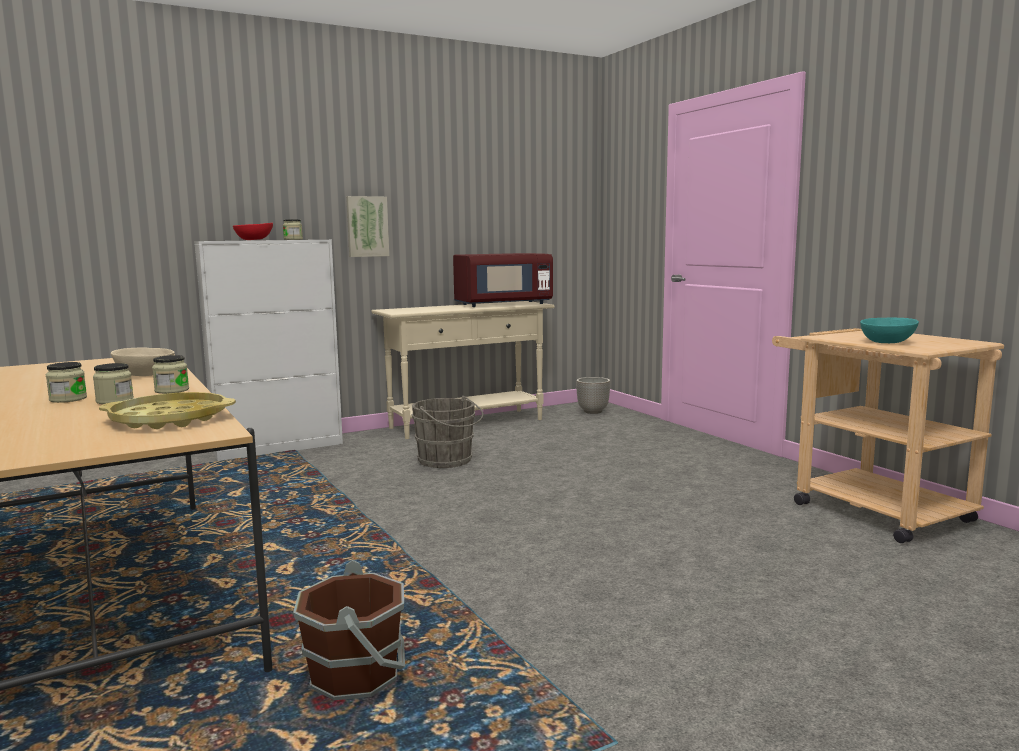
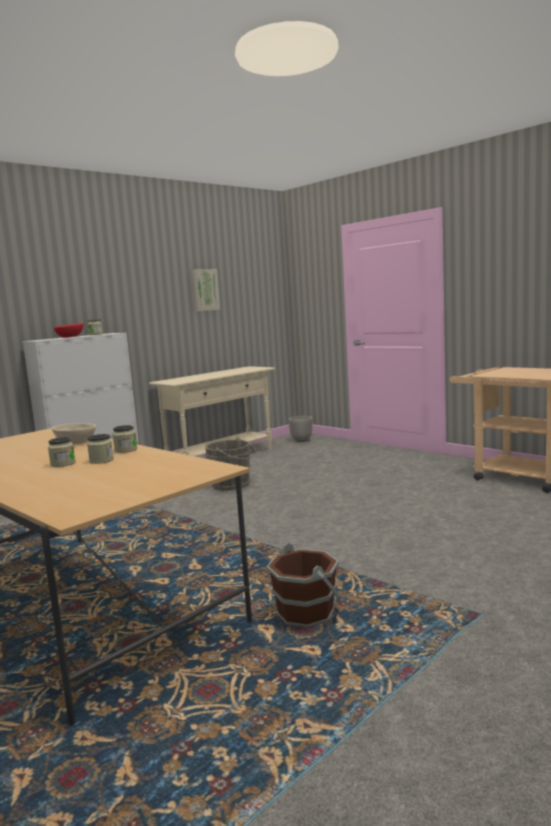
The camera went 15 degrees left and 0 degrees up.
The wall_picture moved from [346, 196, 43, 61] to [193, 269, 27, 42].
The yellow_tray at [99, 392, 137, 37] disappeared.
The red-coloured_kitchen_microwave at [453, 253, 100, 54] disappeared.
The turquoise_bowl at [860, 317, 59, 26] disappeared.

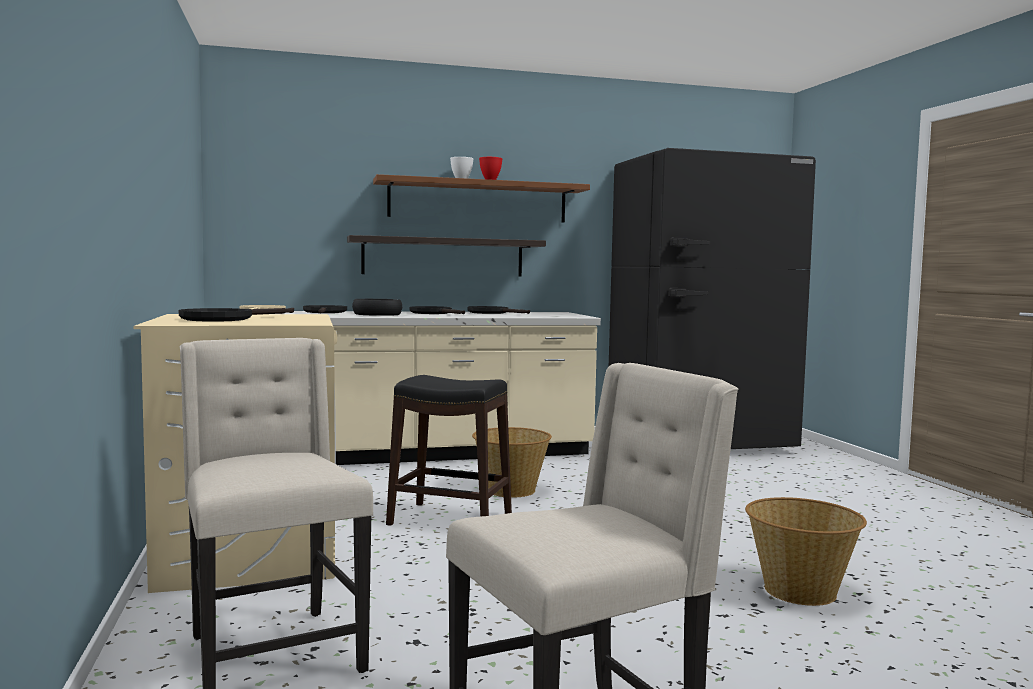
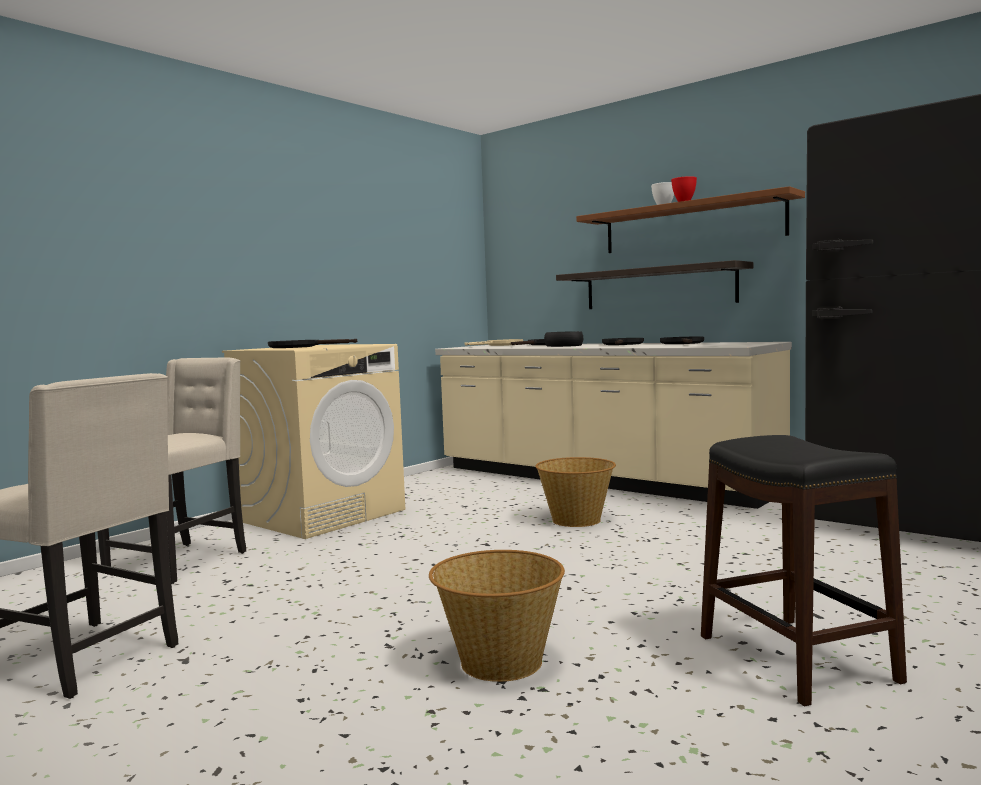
The camera went 55 degrees right and 0 degrees up.
The black_sitting_stool moved from [386, 375, 126, 151] to [701, 435, 206, 271].

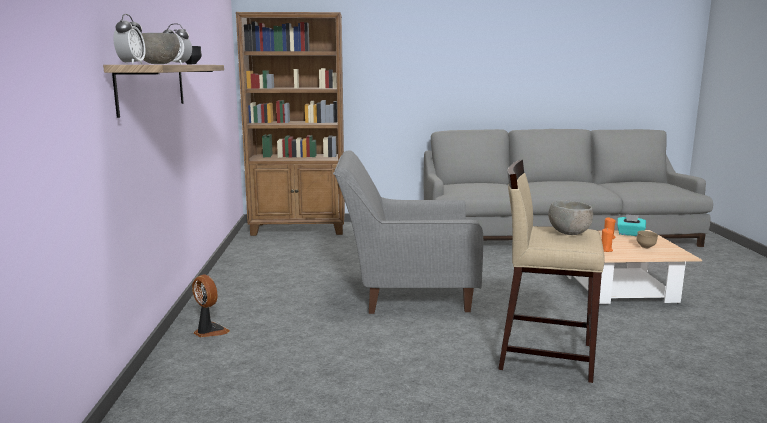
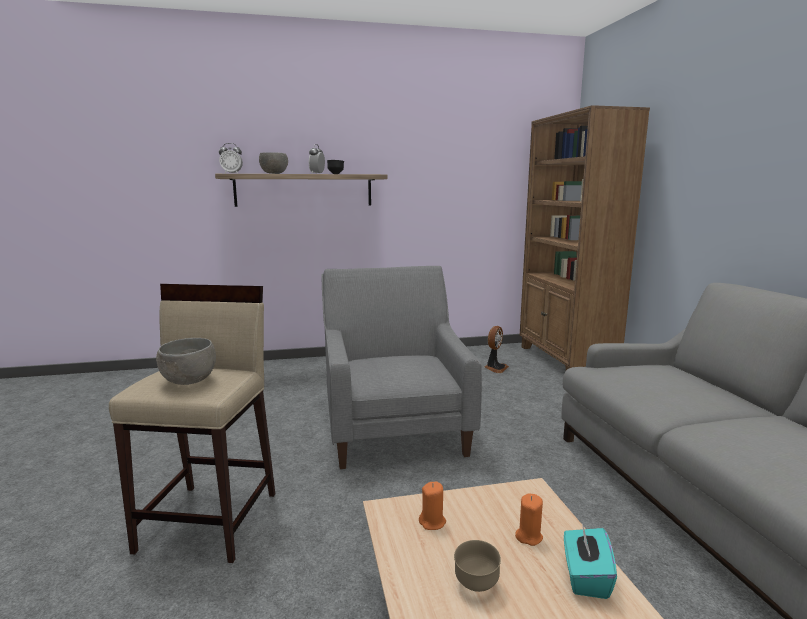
The camera went 80 degrees right and 0 degrees up.
The fan moved from [192, 274, 38, 63] to [485, 326, 24, 47].

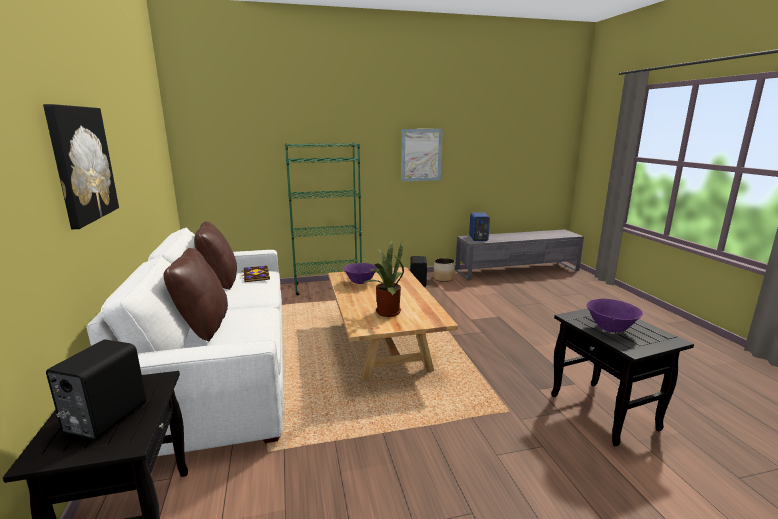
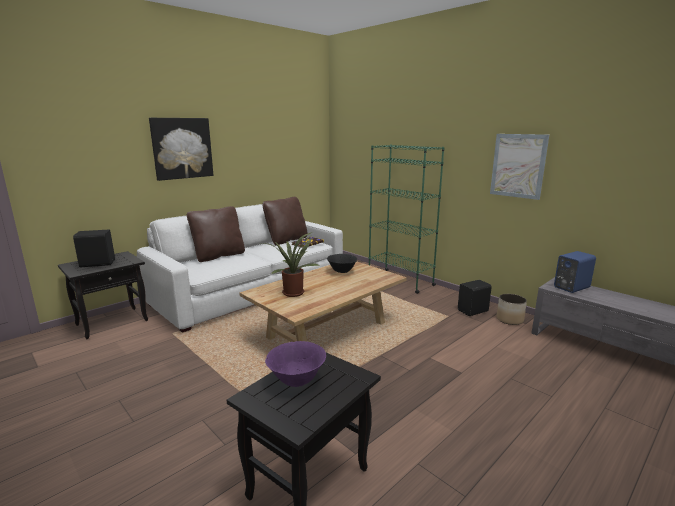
The camera went 60 degrees right and 0 degrees up.
The purplish_bowl at [343, 263, 35, 21] became the black_bowl at [327, 254, 30, 19].

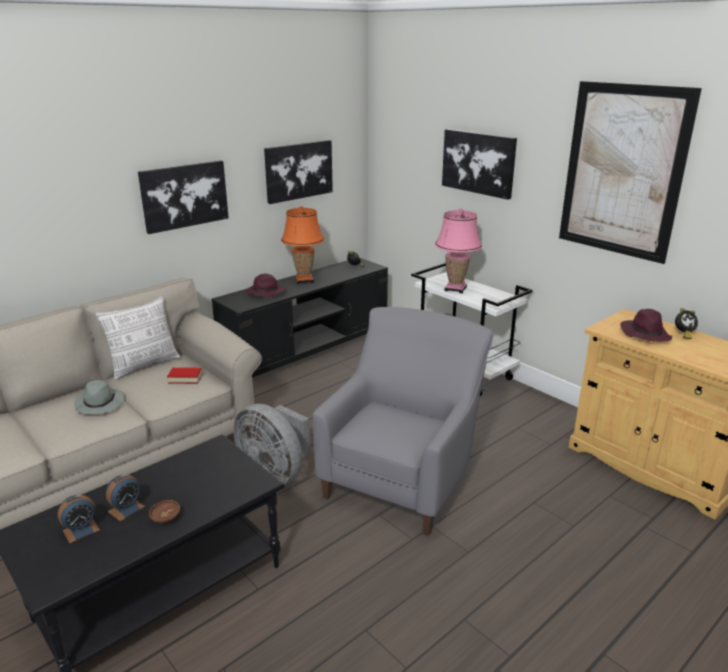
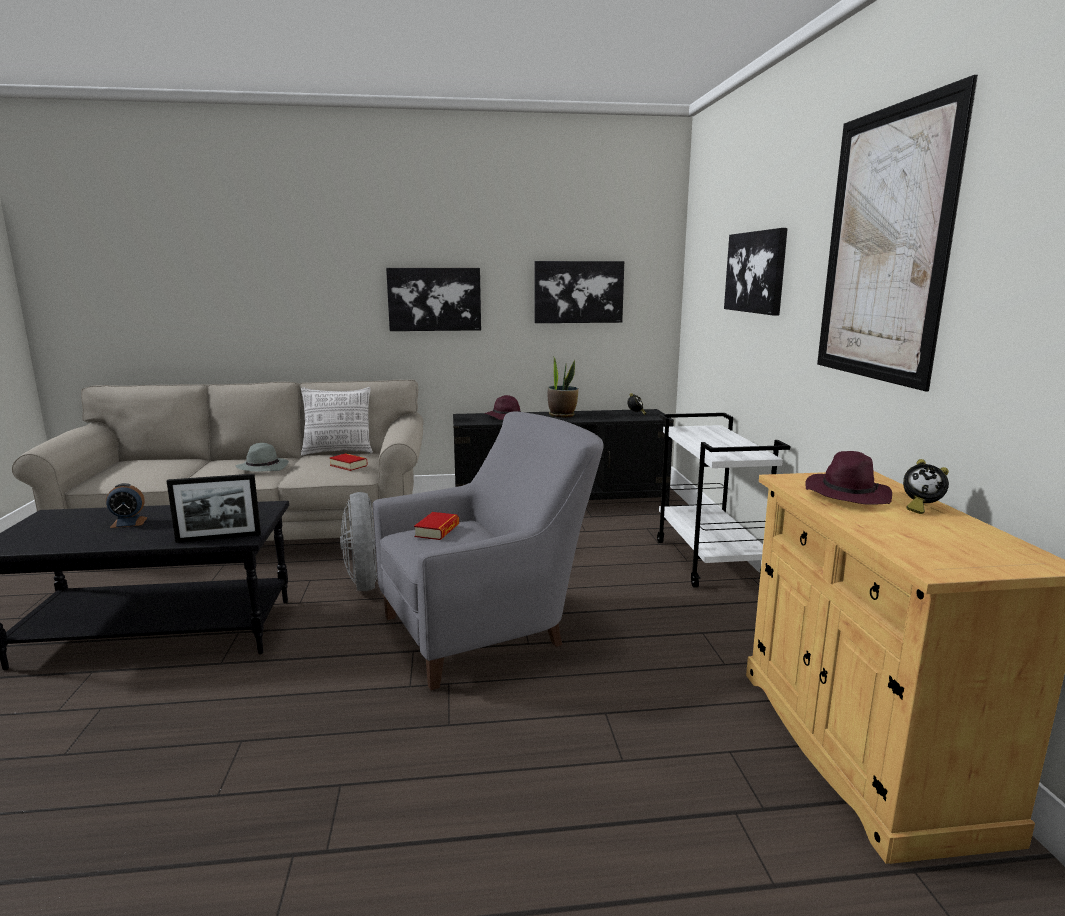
The camera went 35 degrees right and 10 degrees down.
The standing_frame at [167, 474, 94, 69] appeared.
The book at [414, 512, 45, 28] appeared.
The orange-coloured_table_lamp at [281, 206, 43, 78] was replaced by the plant_in_a_pot at [548, 356, 31, 62].
The bedside_clock at [58, 494, 42, 49] disappeared.
The brown_bowl at [149, 500, 31, 23] disappeared.
The pinkish_table_lamp at [435, 208, 47, 85] disappeared.

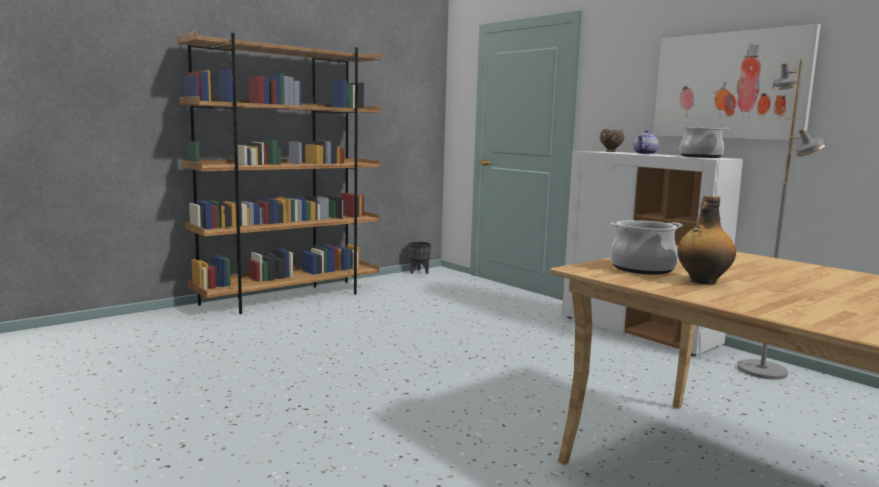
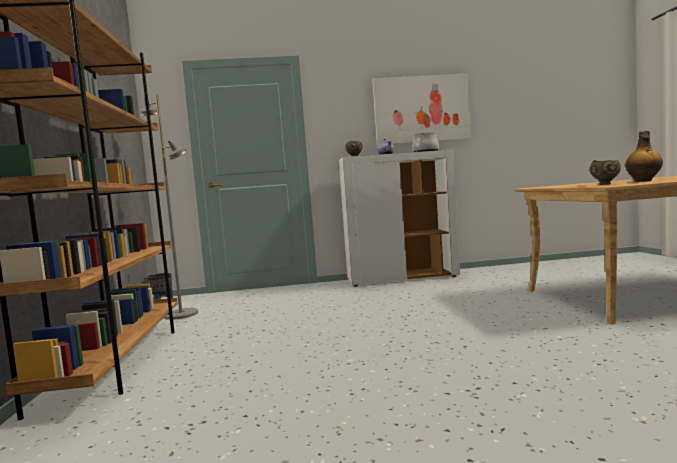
The camera went 55 degrees left and 5 degrees down.
The grey_standard_lamp moved from [737, 59, 89, 321] to [140, 94, 58, 226].
The cooking_pot at [610, 220, 73, 55] was replaced by the brown_bowl at [590, 160, 31, 25].

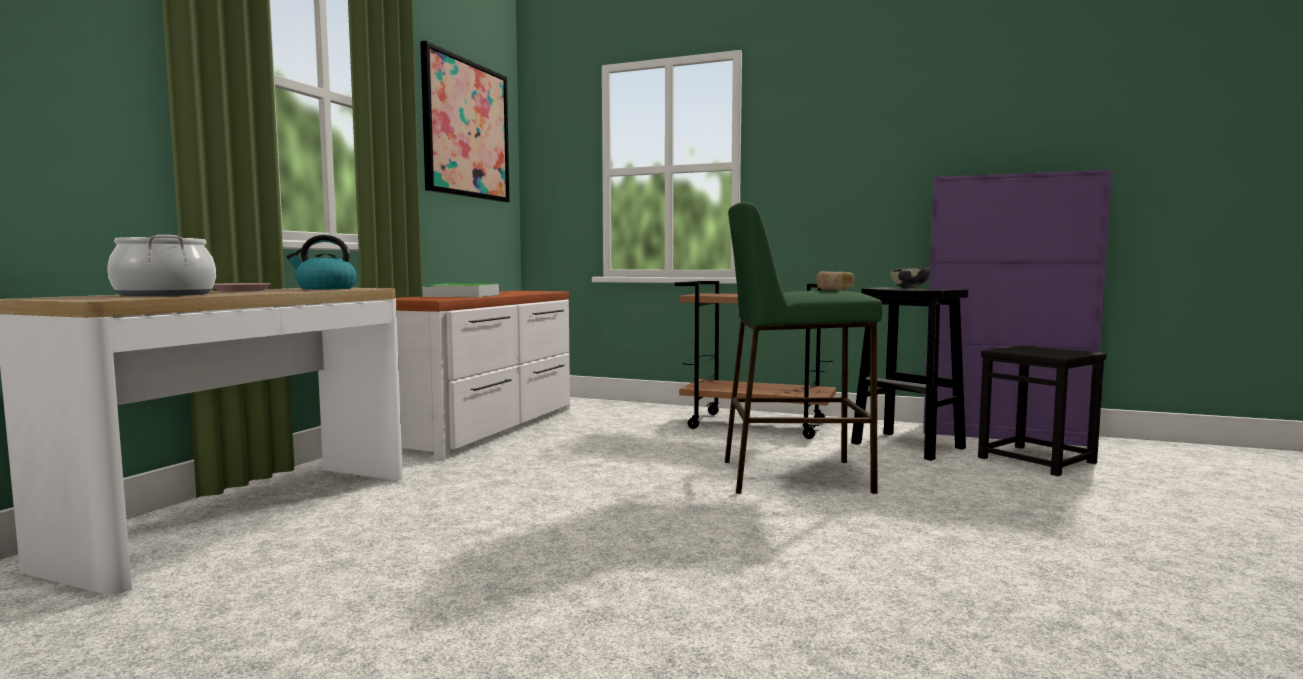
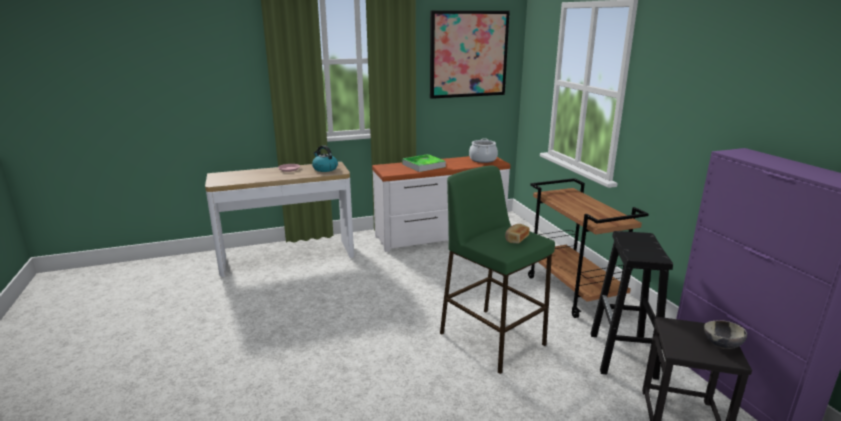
The camera went 50 degrees right and 15 degrees up.
The cooking_pot moved from [108, 235, 108, 61] to [469, 138, 29, 25].
The bowl moved from [890, 267, 40, 22] to [704, 320, 43, 29].

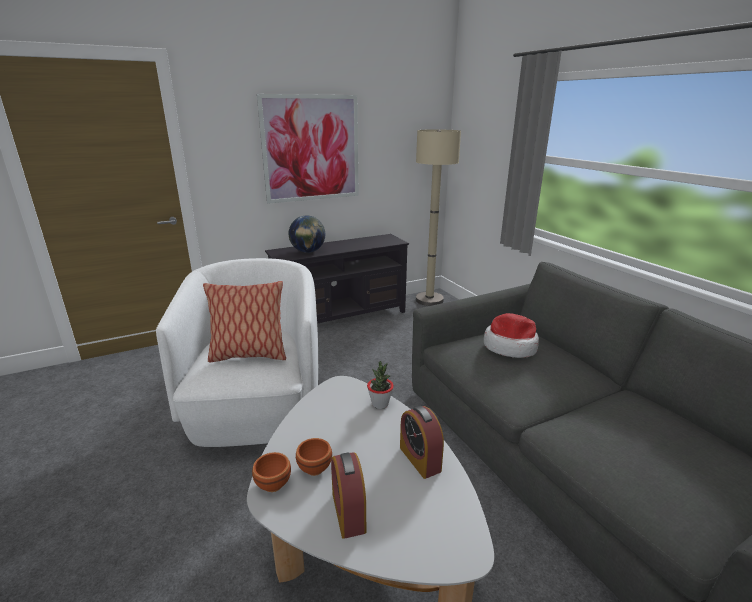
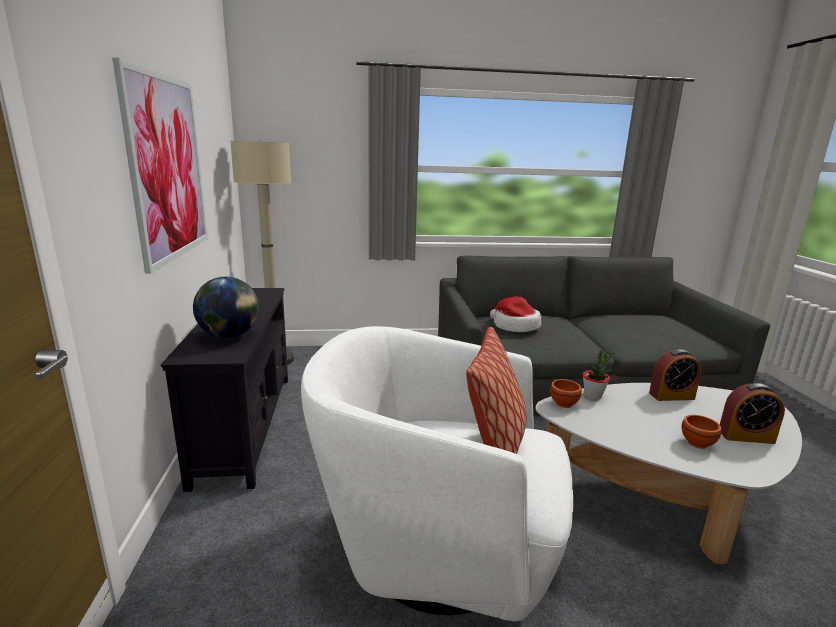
The camera went 70 degrees left and 5 degrees down.
The brown_bowl moved from [252, 452, 39, 40] to [550, 379, 32, 29].

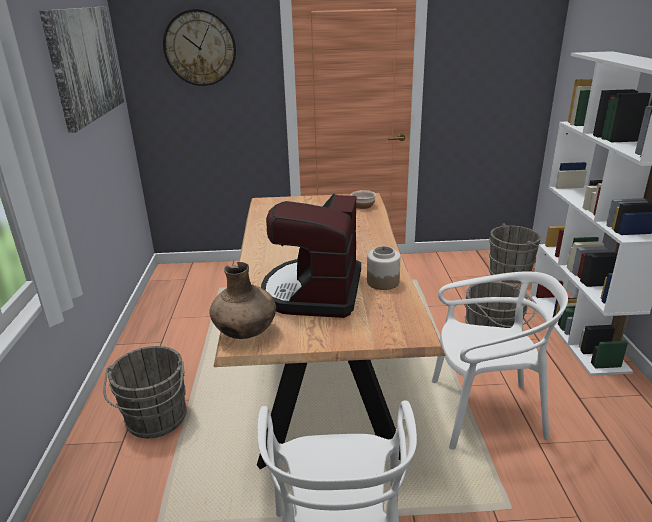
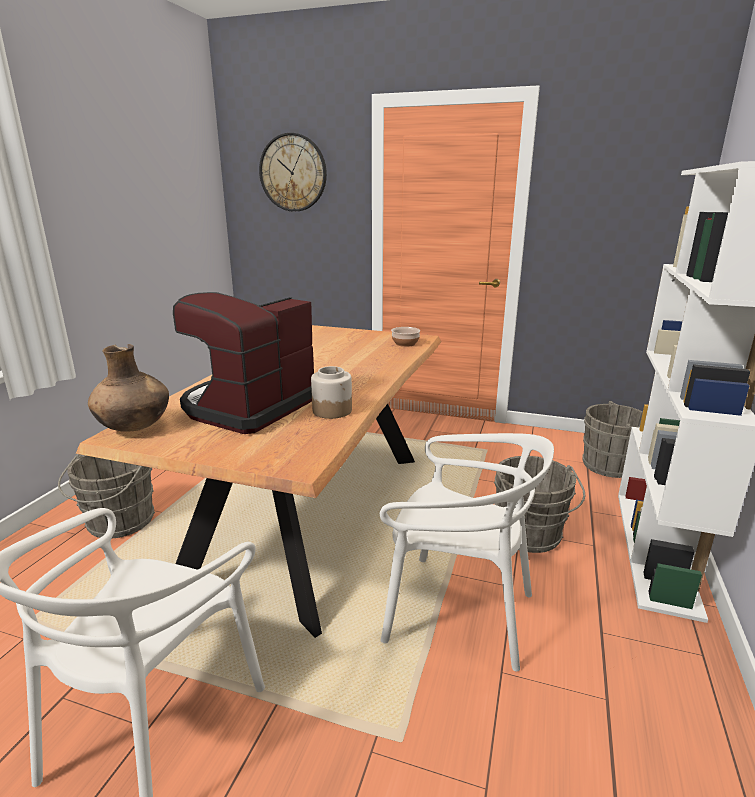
The camera went 20 degrees right and 5 degrees down.
The wall_picture at [39, 6, 85, 127] disappeared.

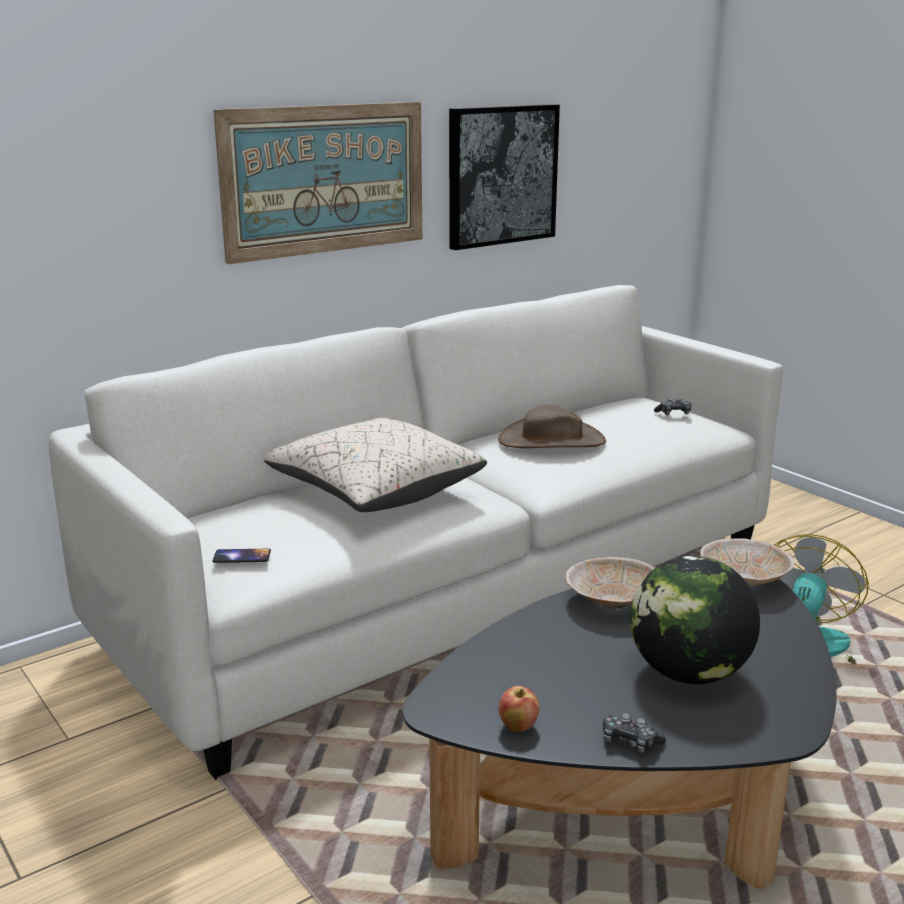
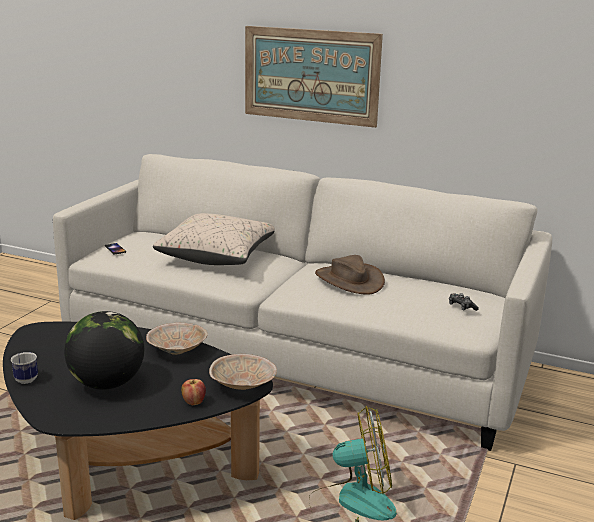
The camera went 60 degrees right and 0 degrees up.
The game_controller at [603, 713, 63, 40] was replaced by the coffee_mug at [11, 352, 27, 32].
The apple_fruit moved from [499, 686, 40, 46] to [181, 379, 25, 26].
The wall_picture at [449, 104, 111, 146] disappeared.

